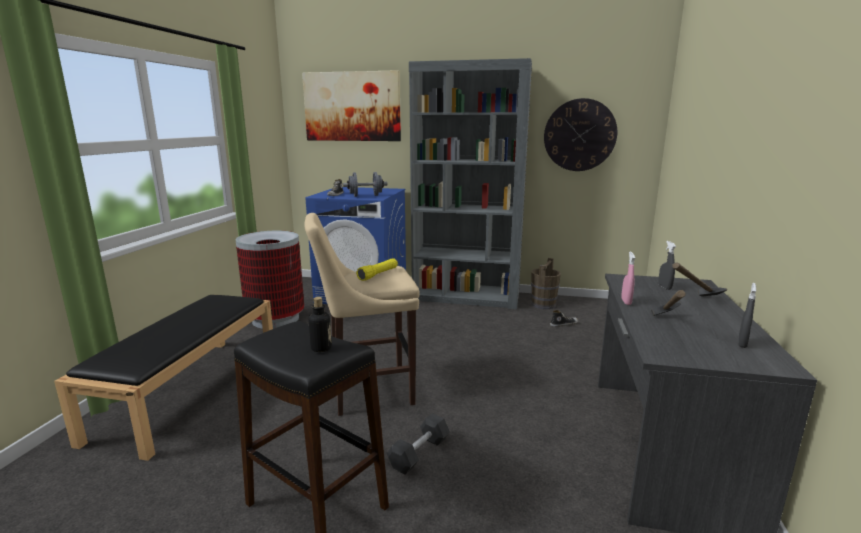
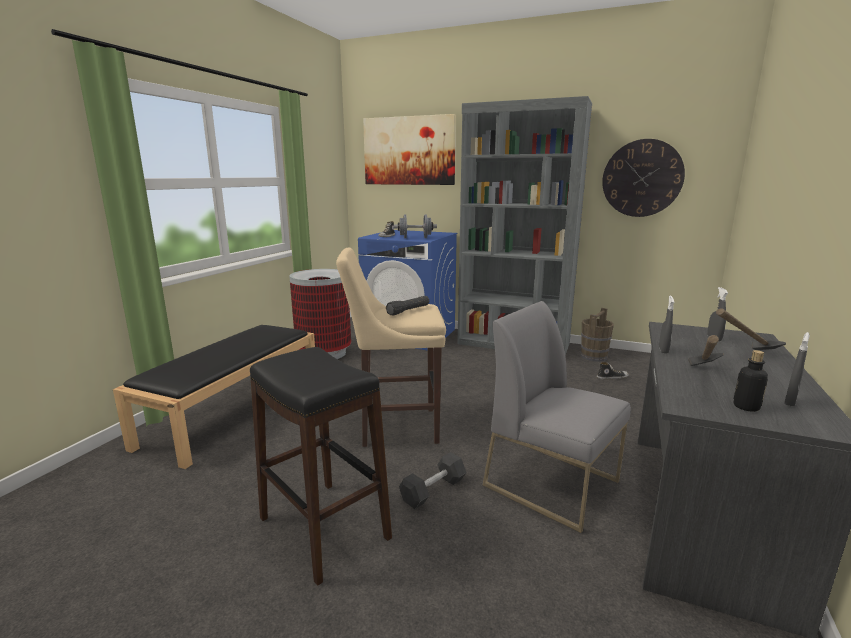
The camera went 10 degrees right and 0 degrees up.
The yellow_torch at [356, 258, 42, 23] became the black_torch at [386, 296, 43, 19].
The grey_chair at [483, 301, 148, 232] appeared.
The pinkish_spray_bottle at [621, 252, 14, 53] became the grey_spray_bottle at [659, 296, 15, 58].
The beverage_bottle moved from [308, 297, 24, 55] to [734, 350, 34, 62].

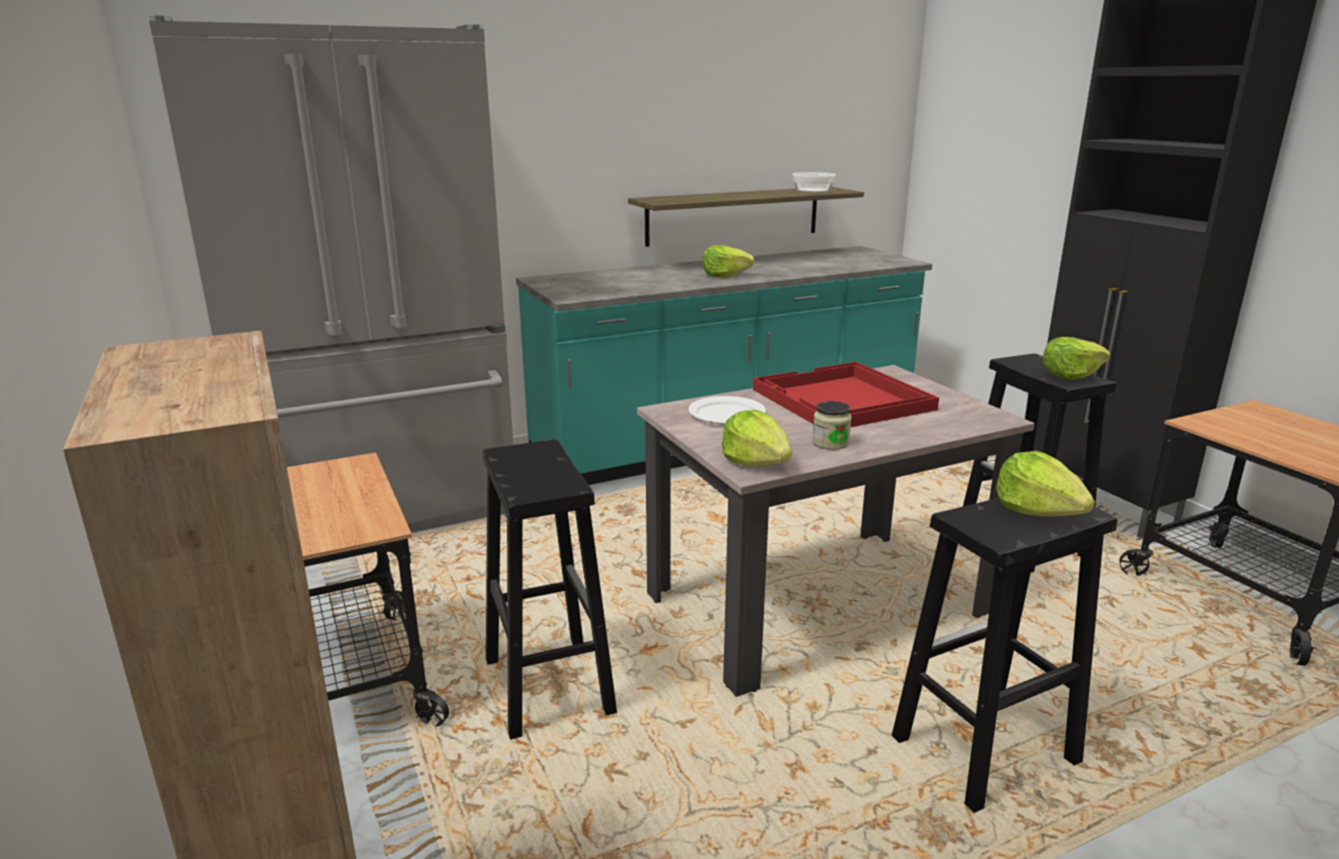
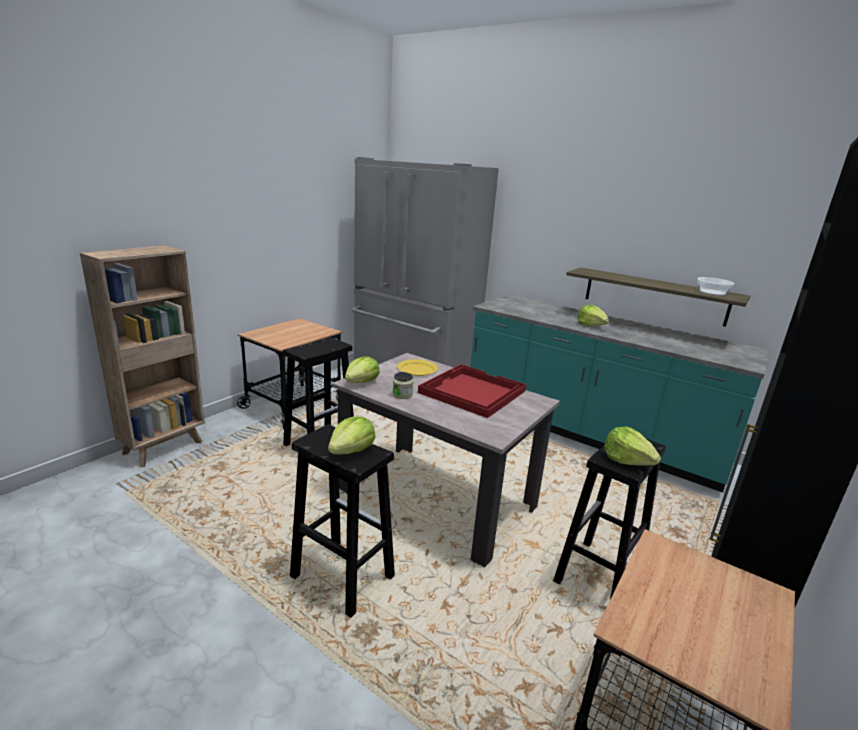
The camera went 60 degrees right and 0 degrees up.
The white_plate at [689, 396, 77, 29] became the yellow_plate at [397, 359, 41, 17].

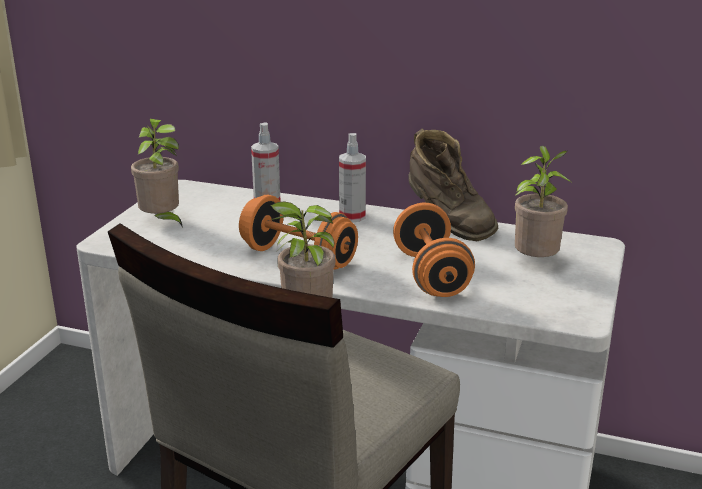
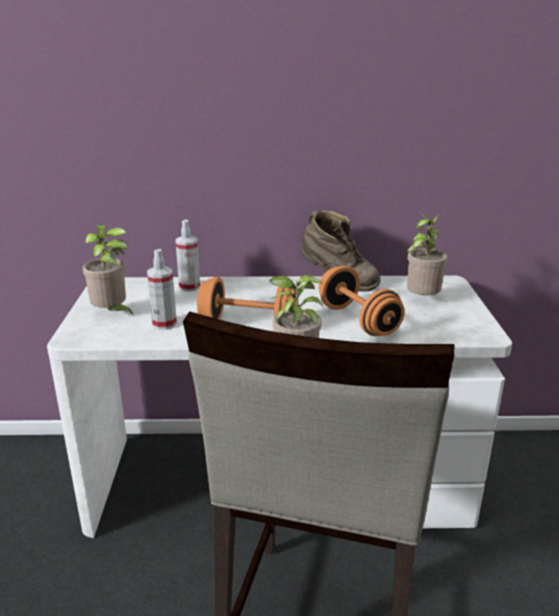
The camera went 20 degrees left and 0 degrees up.
The spray_bottle moved from [339, 133, 27, 89] to [147, 249, 30, 81].

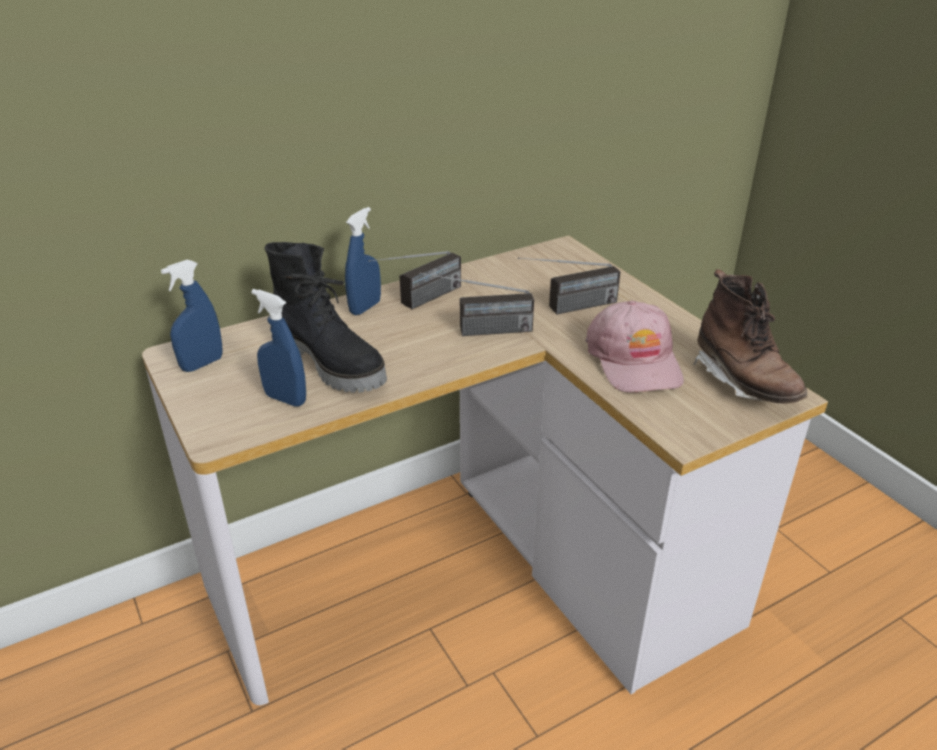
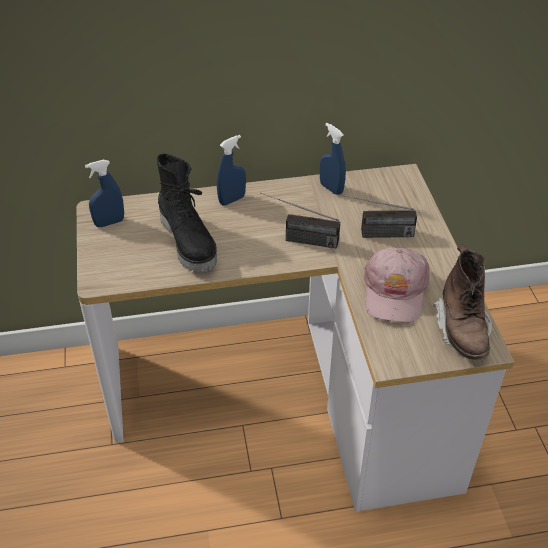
The camera went 20 degrees right and 10 degrees up.
The bluish_spray_bottle moved from [251, 289, 55, 118] to [320, 123, 26, 72].
The radio_set at [369, 251, 92, 58] disappeared.

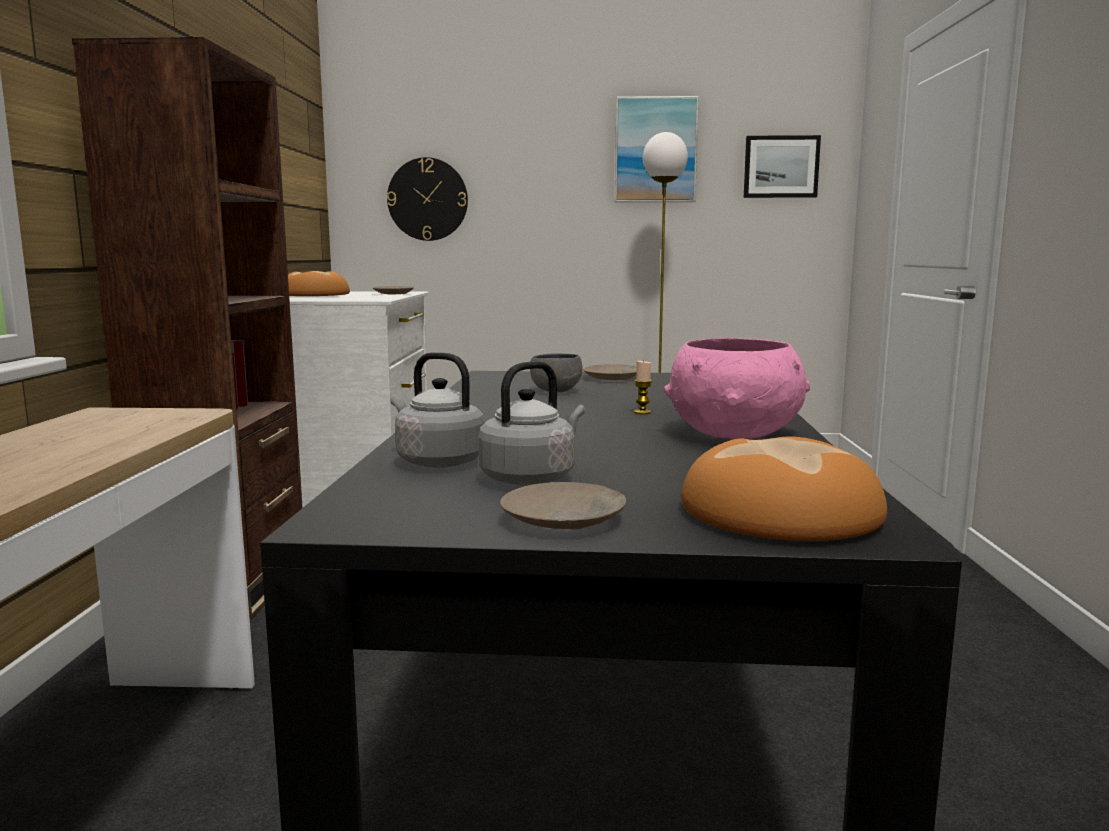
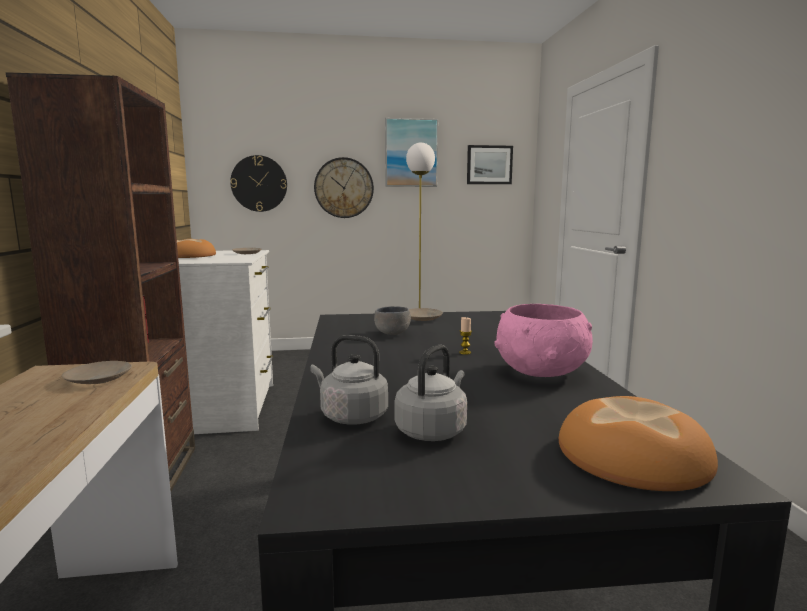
The camera went 10 degrees left and 0 degrees up.
The beige-coloured_plate moved from [500, 482, 126, 48] to [62, 361, 70, 23].
The hanging_clock at [314, 157, 60, 61] appeared.

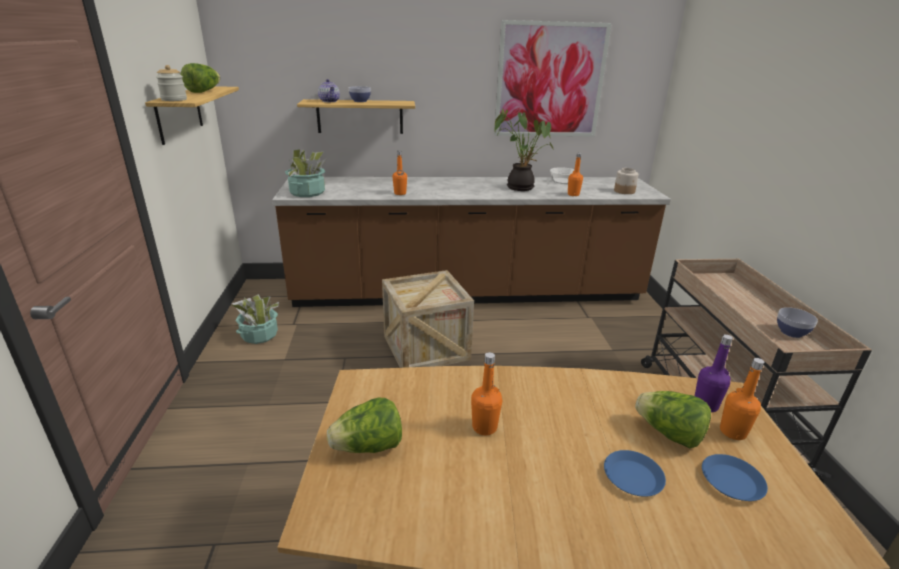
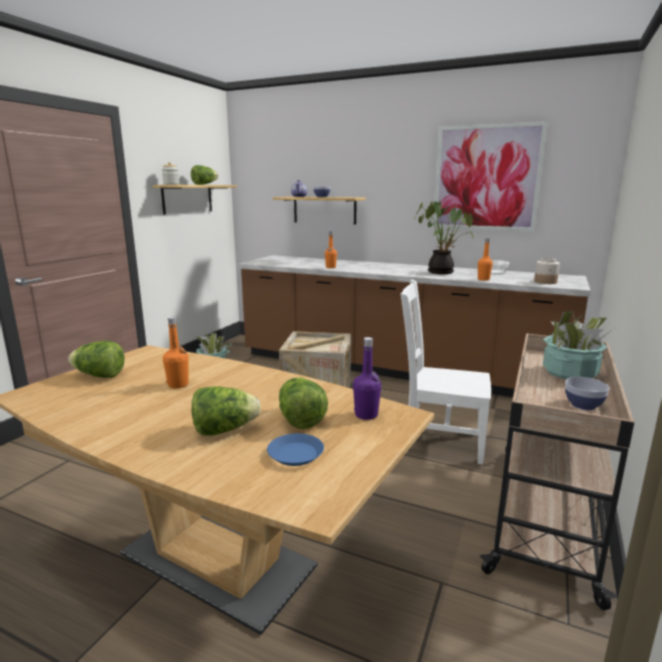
The camera went 30 degrees right and 10 degrees down.
The bluish_plate at [604, 450, 62, 47] was replaced by the head_of_lettuce at [192, 386, 69, 50].
The white_chair at [401, 280, 90, 185] appeared.
The plant_in_a_pot moved from [285, 149, 42, 48] to [543, 311, 70, 68].
The orange-coloured_beverage_bottle at [720, 358, 44, 82] disappeared.

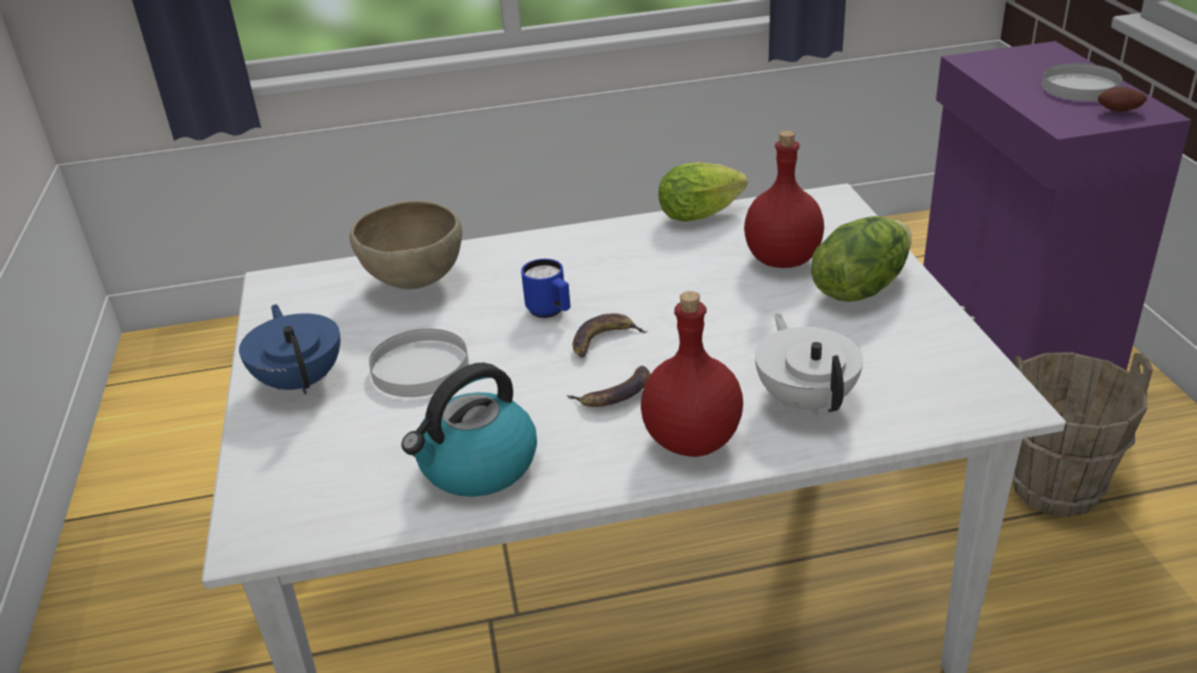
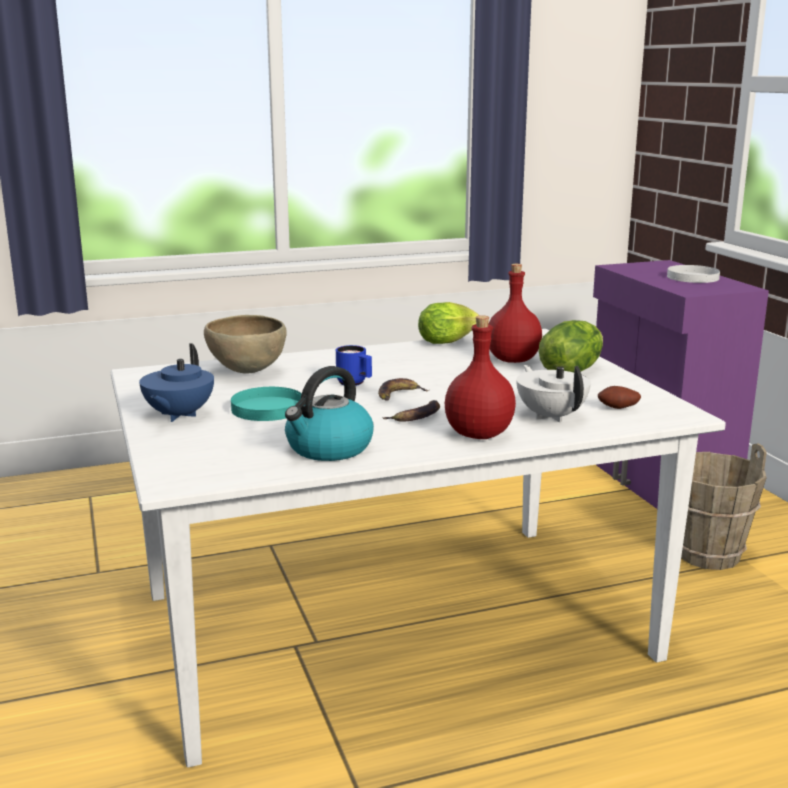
The camera went 10 degrees left and 15 degrees down.
The bluish_tea_pot at [239, 304, 101, 90] turned 135 degrees counterclockwise.
The white_plate at [369, 328, 100, 69] became the turquoise_plate at [231, 387, 71, 34].
The spud moved from [1098, 87, 49, 25] to [598, 386, 43, 23].

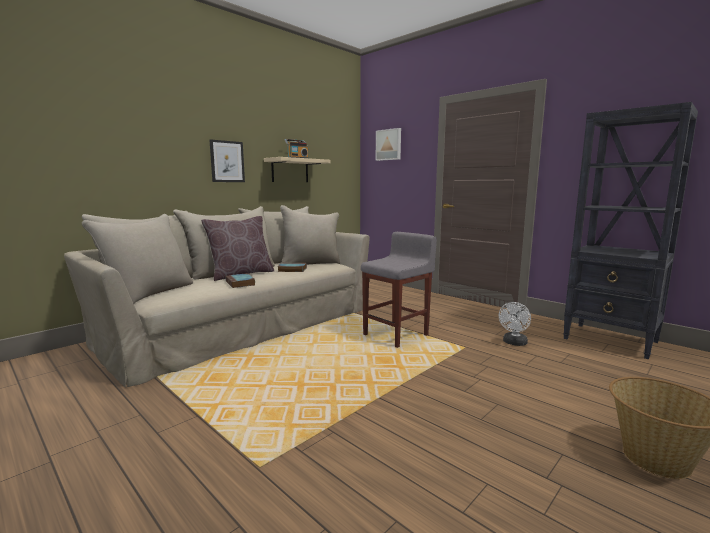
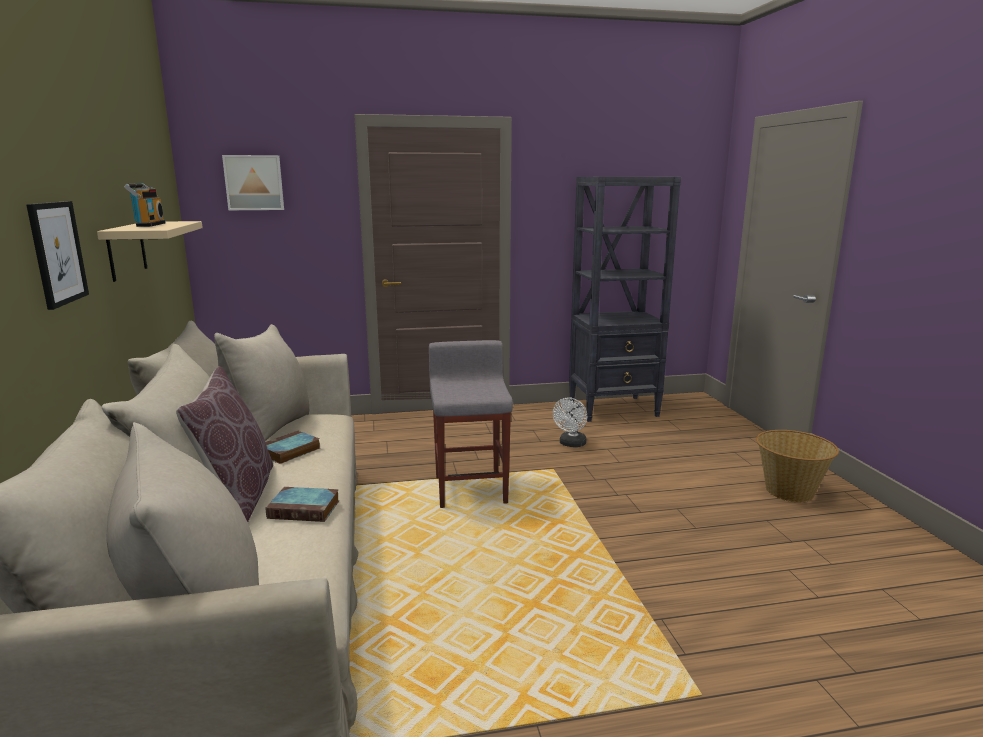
The camera went 55 degrees left and 5 degrees up.
The white_fan at [499, 302, 32, 44] turned 45 degrees clockwise.

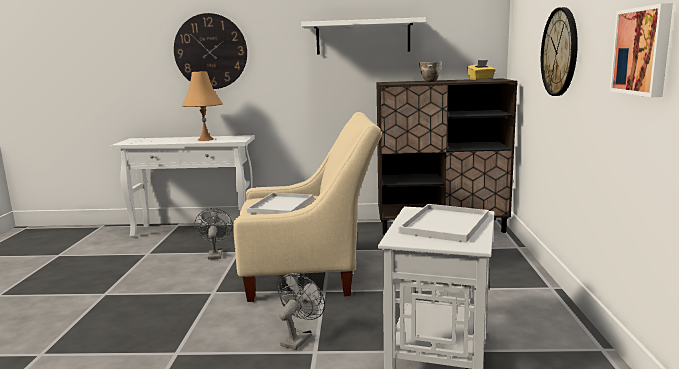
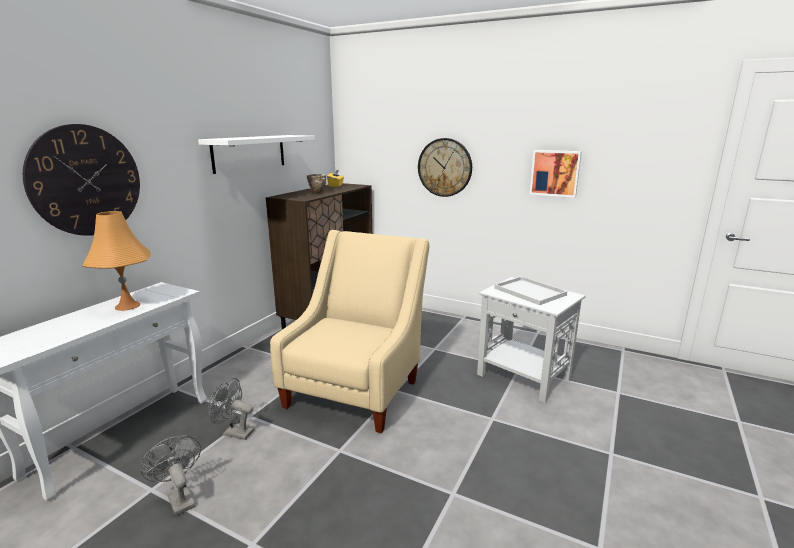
The camera went 65 degrees left and 5 degrees up.
The grey_fan moved from [278, 273, 47, 77] to [140, 435, 61, 81].
The white_tray at [247, 193, 66, 21] disappeared.

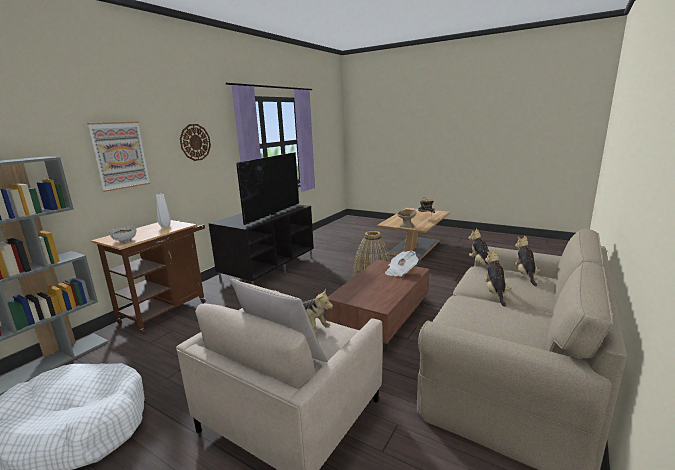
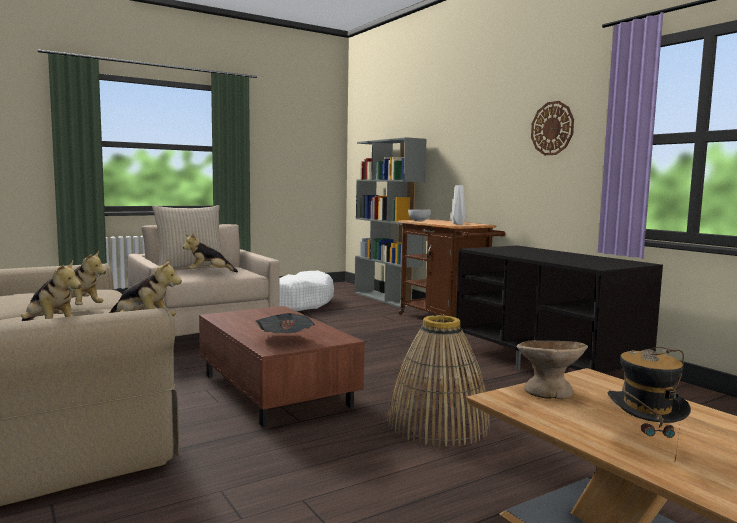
The camera went 115 degrees right and 10 degrees down.
The wall_picture at [87, 122, 63, 70] disappeared.
The TV at [236, 152, 63, 73] disappeared.

